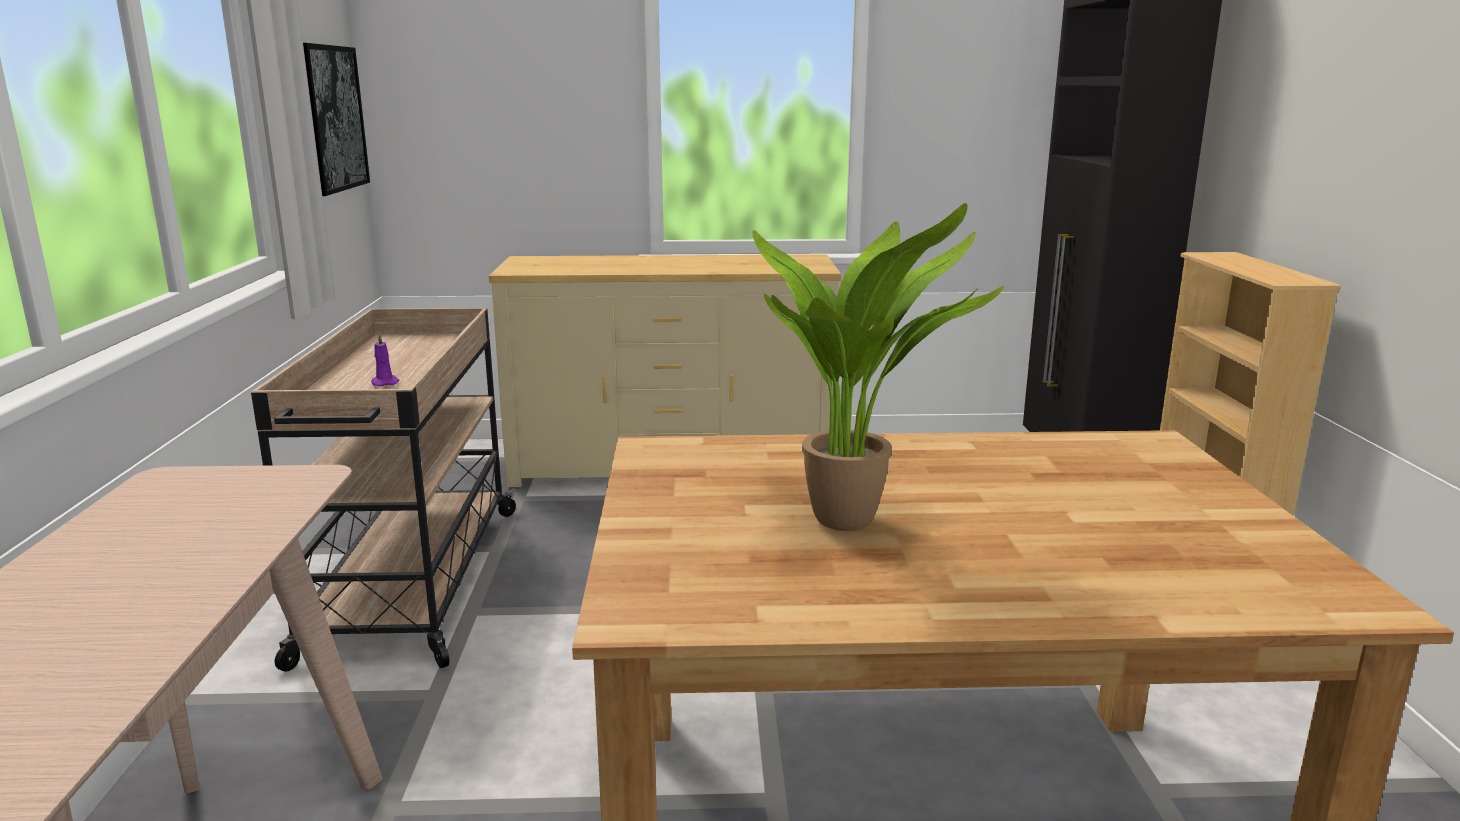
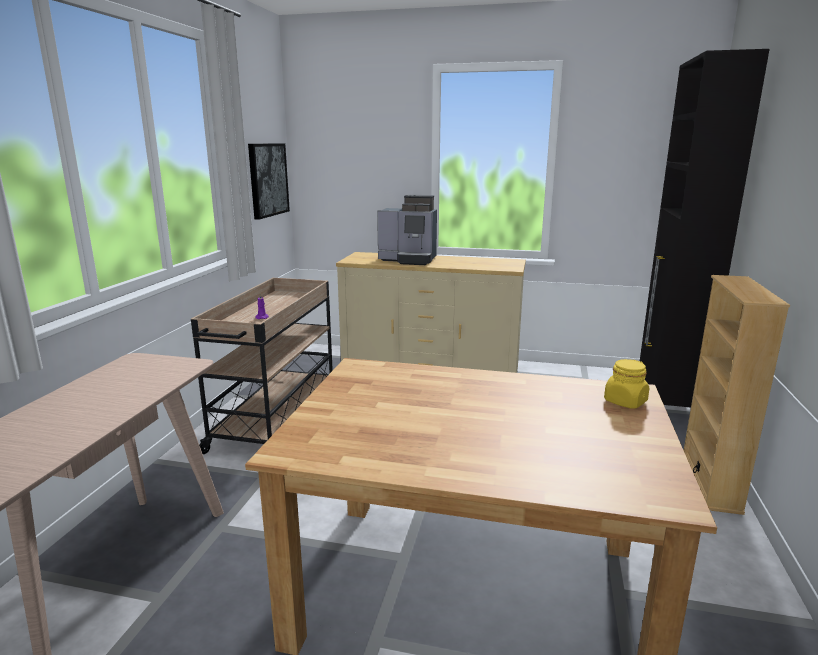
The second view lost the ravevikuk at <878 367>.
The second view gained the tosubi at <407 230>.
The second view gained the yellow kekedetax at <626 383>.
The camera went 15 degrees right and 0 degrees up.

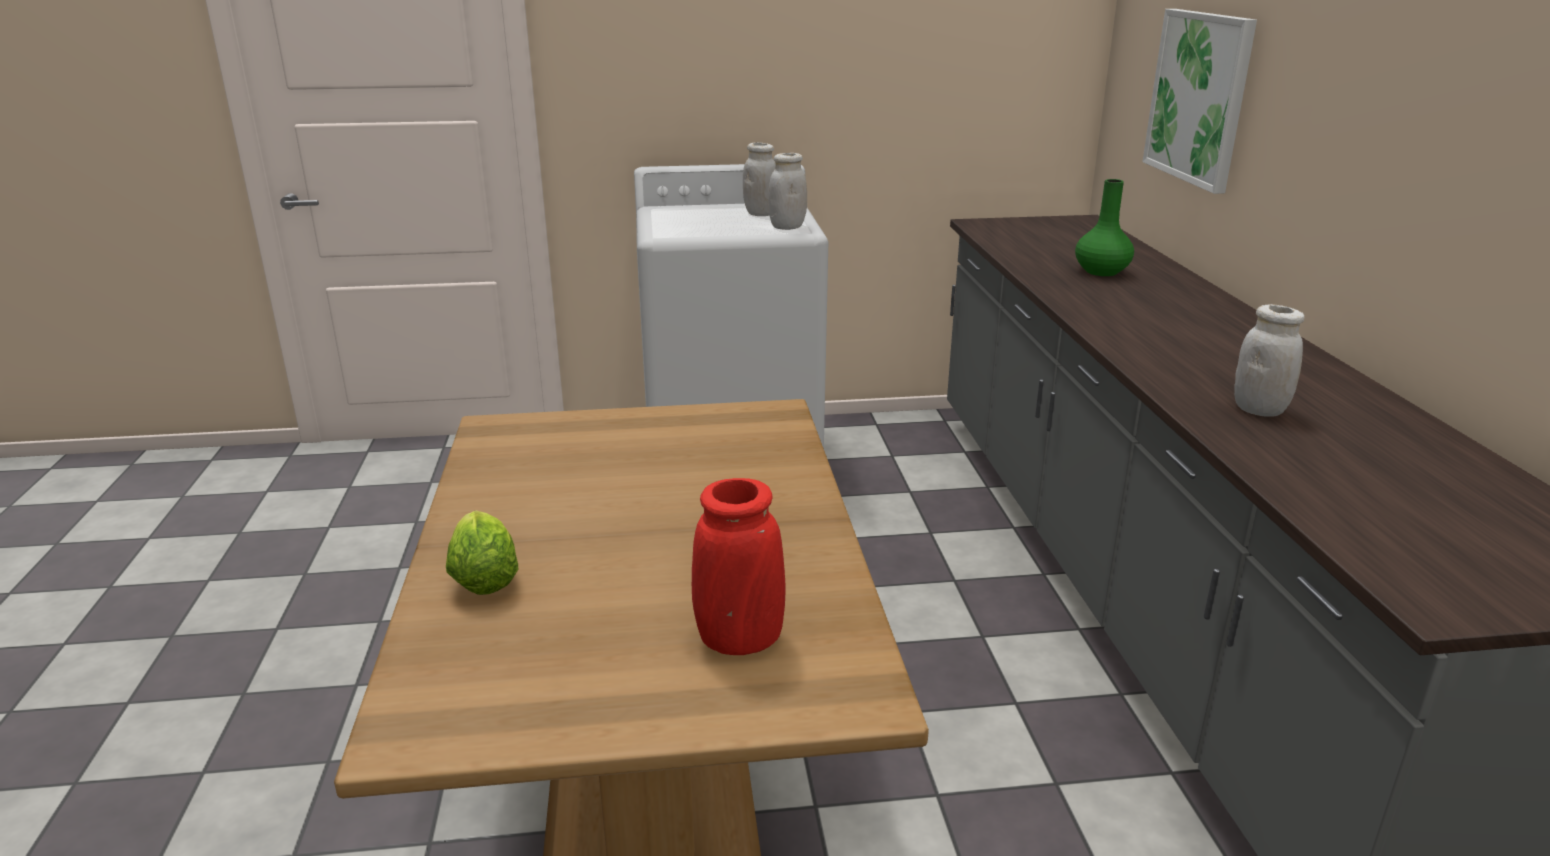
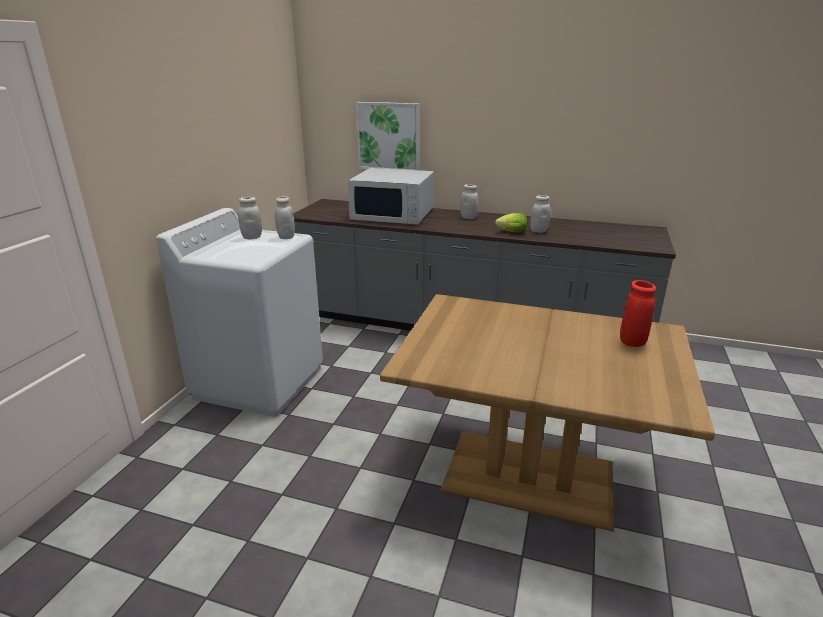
The second view gained the white kekedetax at <469 201>.
The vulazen ended up elsewhere, having gone from <482 552> to <511 223>.
Where the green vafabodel stood at <1104 227>, the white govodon came to stand at <391 196>.
The camera went 65 degrees left and 0 degrees up.

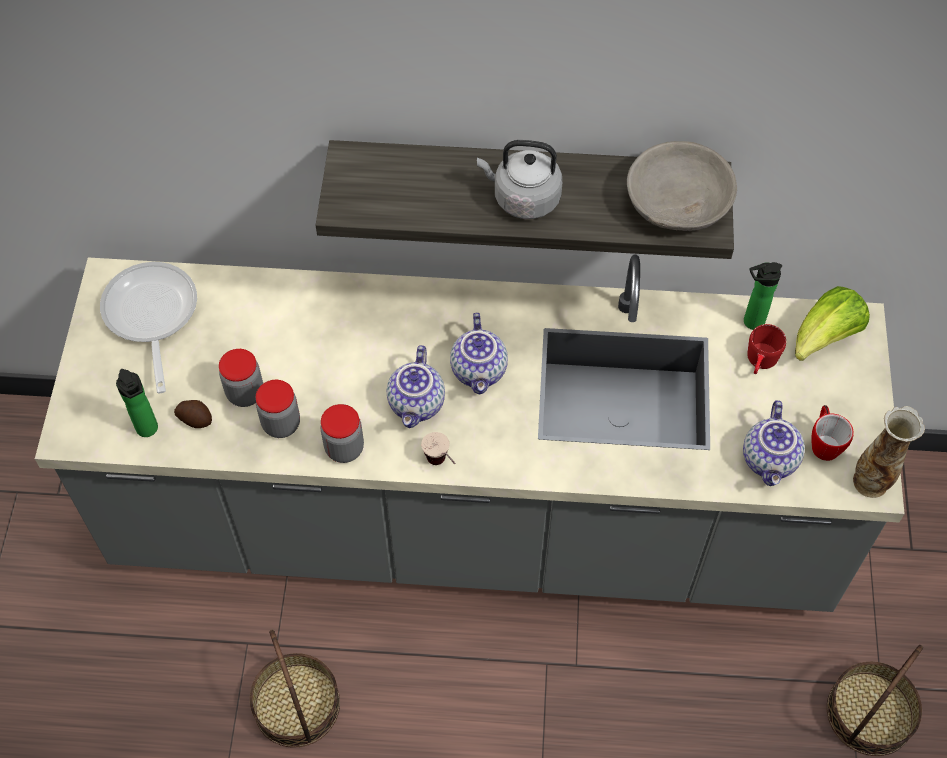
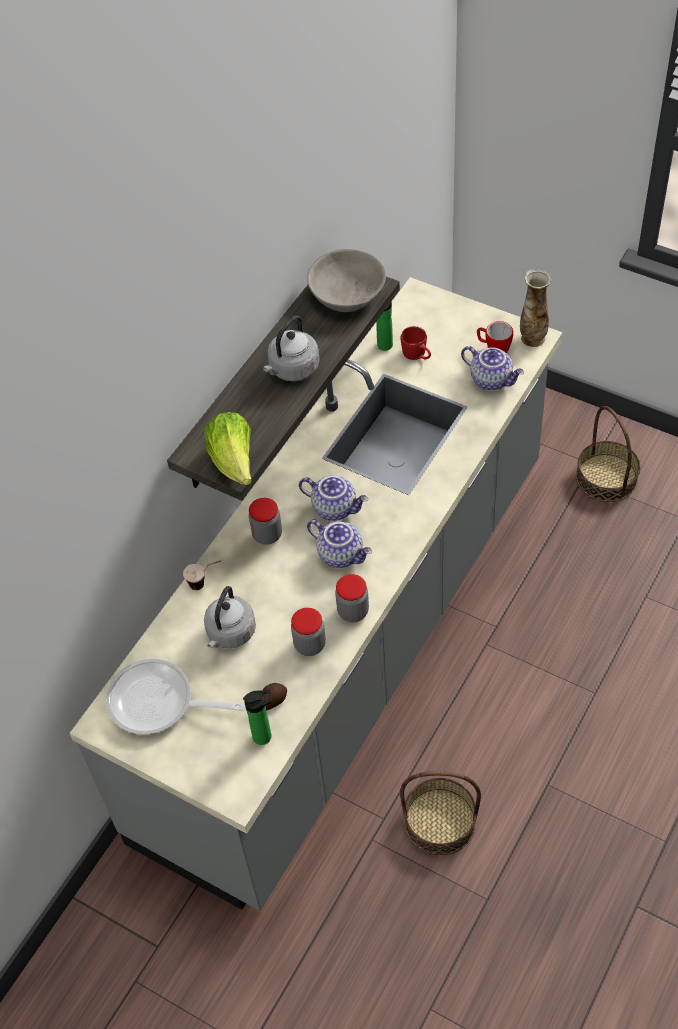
The second view gained the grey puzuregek at <230 617>.
The kekedetax ended up elsewhere, having gone from <241 378> to <265 521>.
The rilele ended up elsewhere, having gone from <438 448> to <202 575>.
The vulazen ended up elsewhere, having gone from <832 323> to <228 448>.
The camera went 60 degrees left and 5 degrees down.

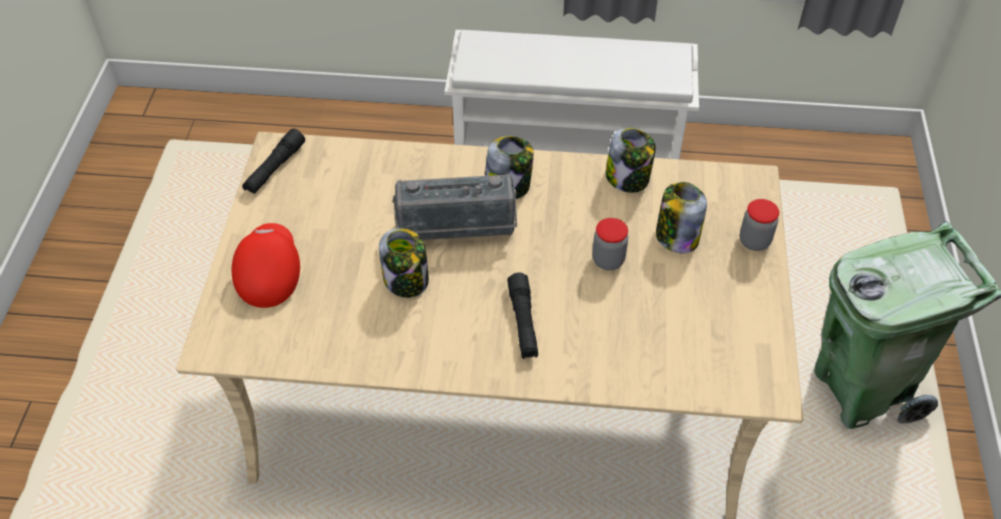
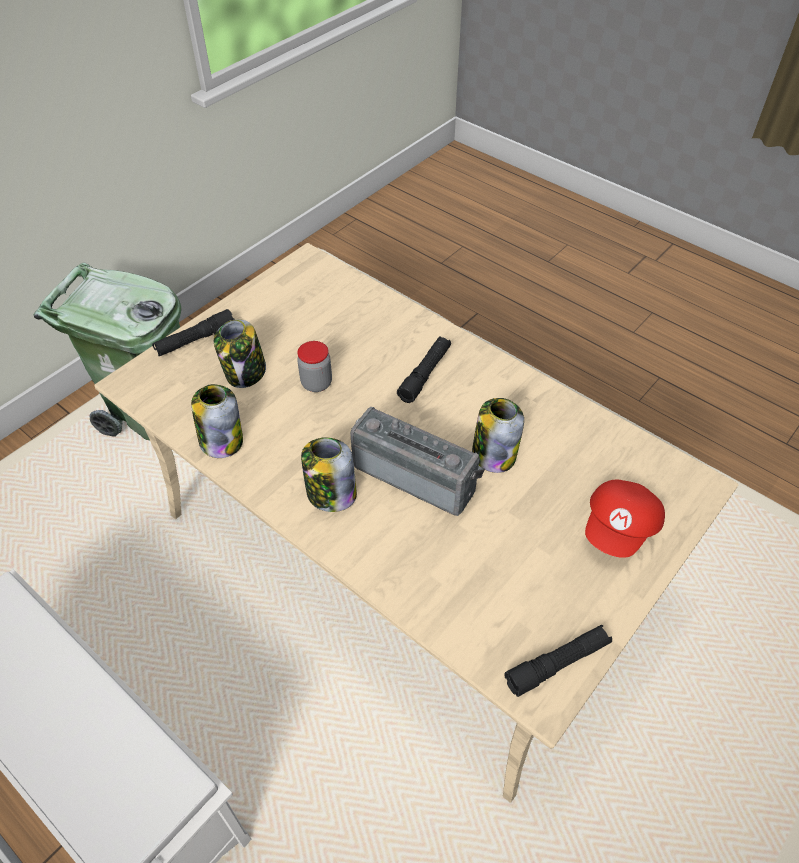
Where the kekedetax stood at <759 225>, the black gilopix came to stand at <193 332>.
The camera went 145 degrees left and 0 degrees up.

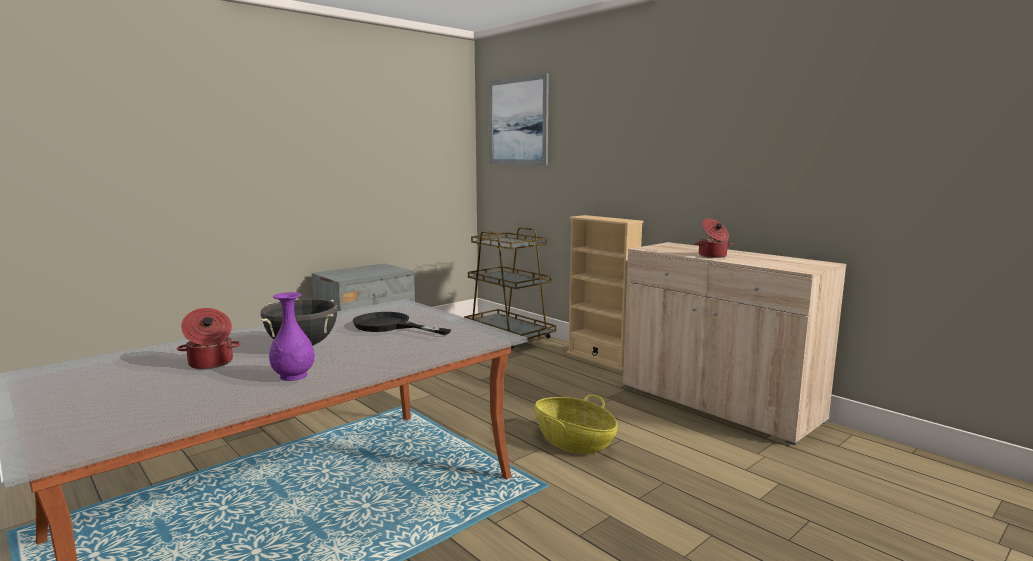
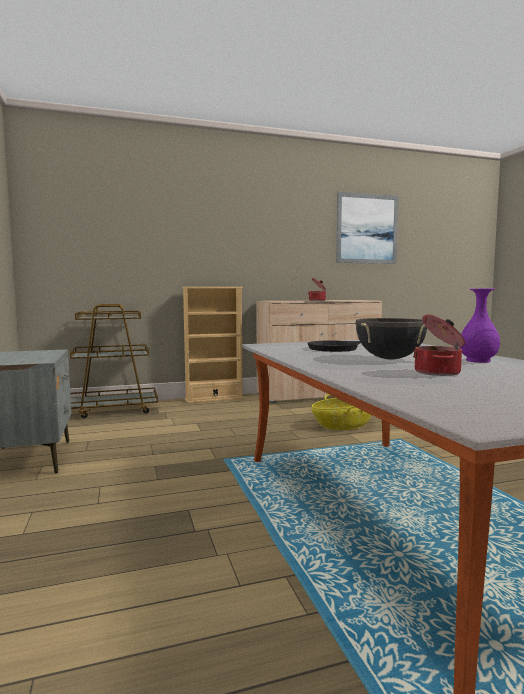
The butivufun ended up elsewhere, having gone from <519 119> to <367 228>.
The camera went 65 degrees left and 5 degrees down.

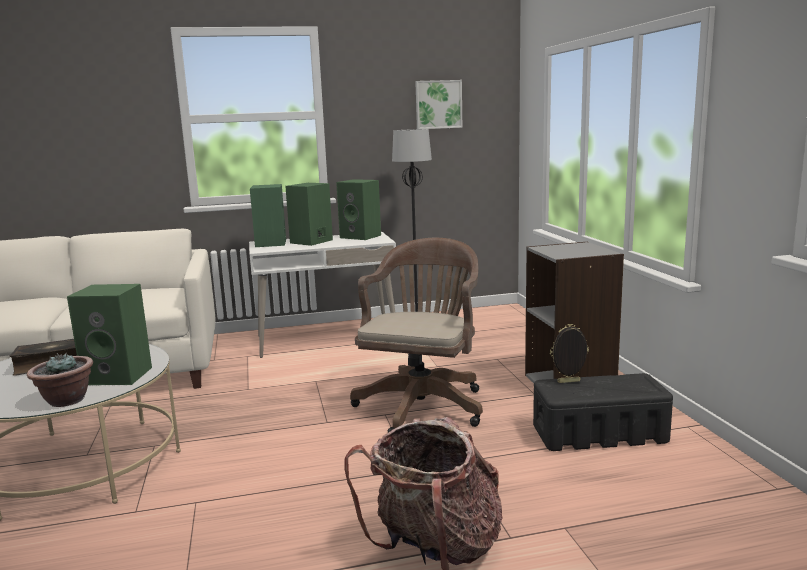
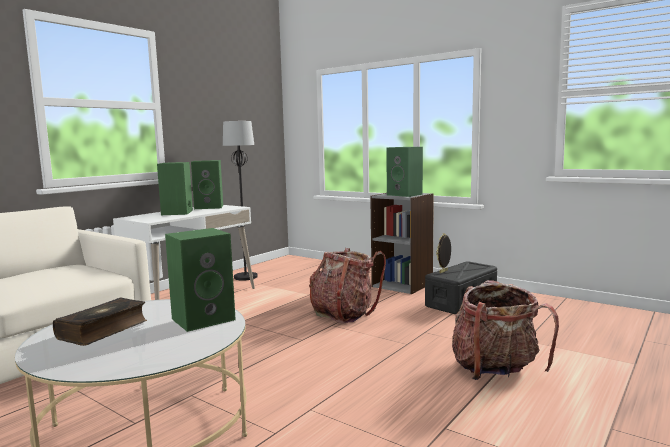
The second view lost the ravevikuk at <60 380>.
The second view lost the butivufun at <438 104>.
The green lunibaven ended up elsewhere, having gone from <268 215> to <404 172>.
Where the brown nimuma stood at <416 335>, the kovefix came to stand at <347 286>.
The camera went 40 degrees left and 5 degrees down.

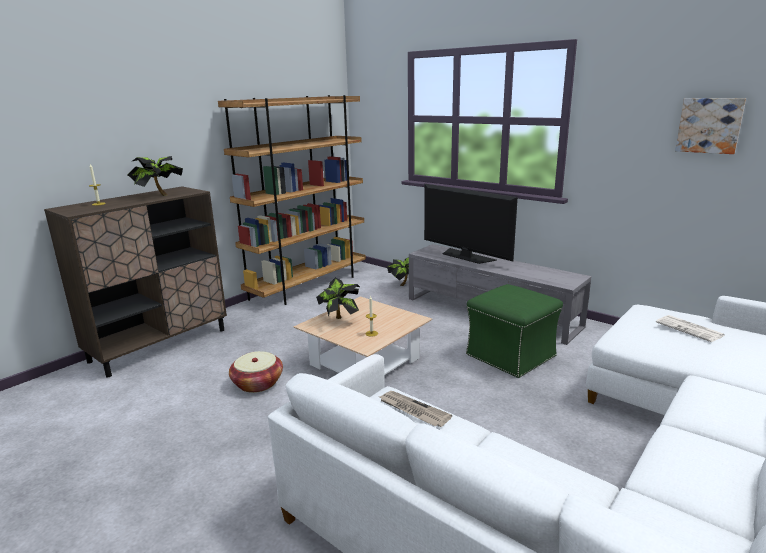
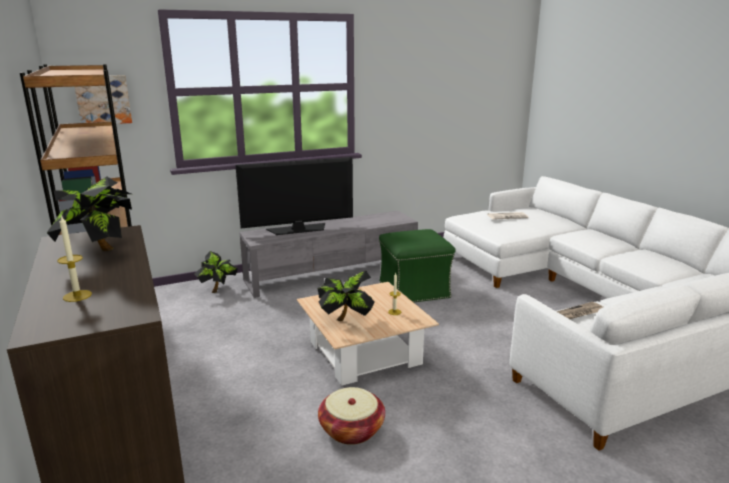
The butivufun ended up elsewhere, having gone from <710 126> to <103 99>.
The camera went 65 degrees left and 0 degrees up.

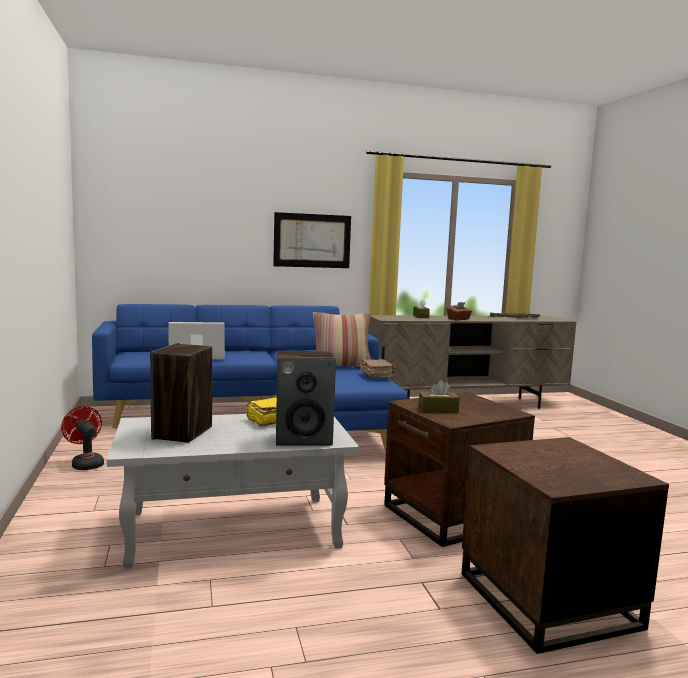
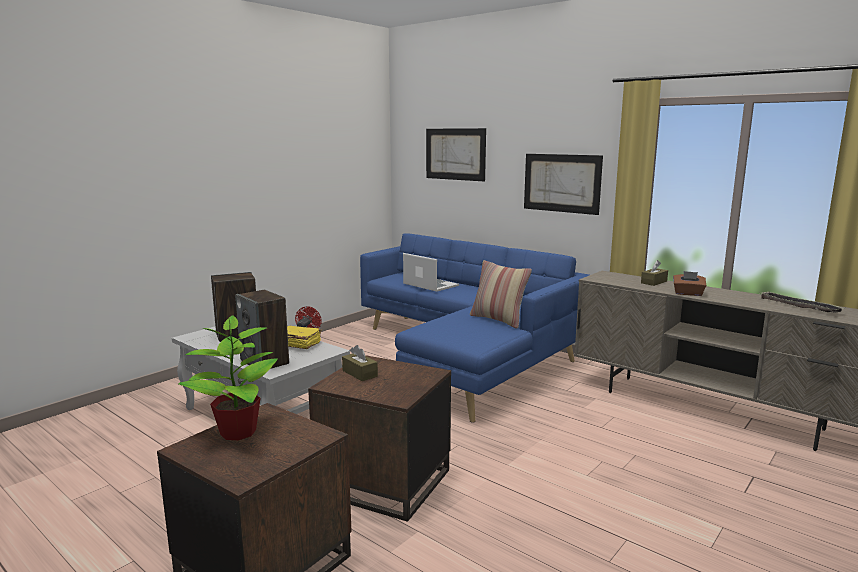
The second view lost the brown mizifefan at <378 368>.
The second view gained the ravevikuk at <228 377>.
The second view gained the butivufun at <456 154>.
The camera went 55 degrees right and 5 degrees up.

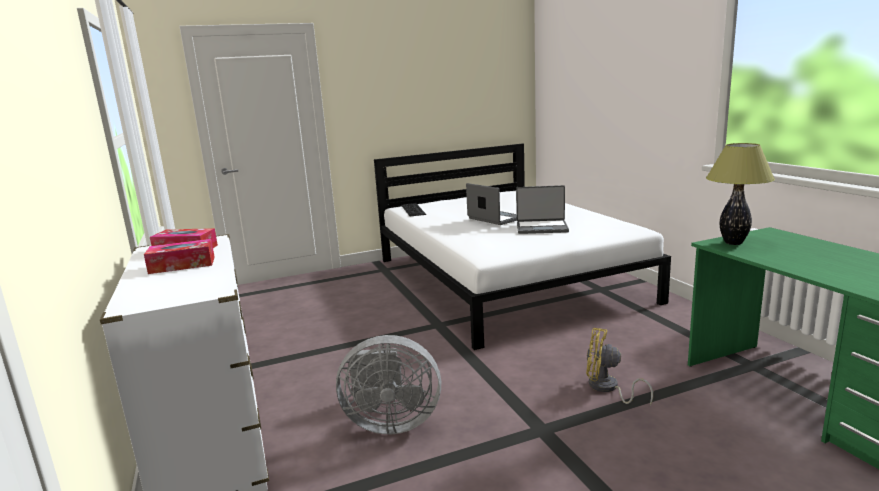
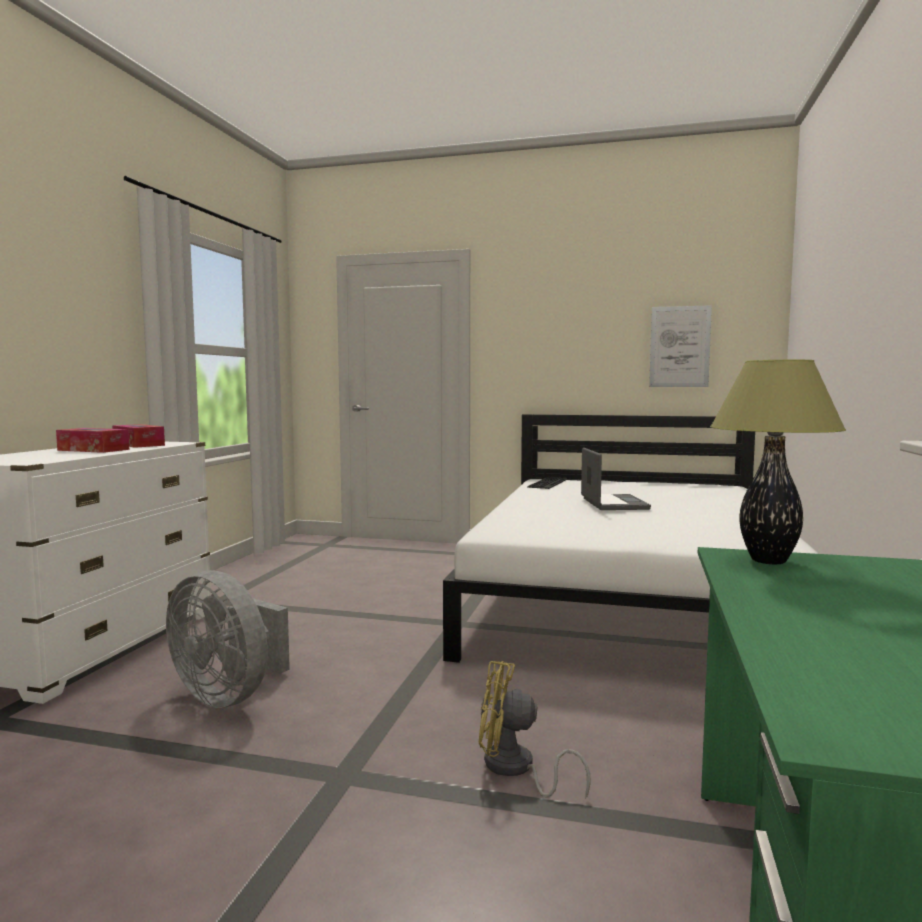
The second view lost the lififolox at <542 209>.
The second view gained the butivufun at <680 346>.
The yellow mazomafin at <619 366> ended up facing another way, 45 degrees counterclockwise from before.
The camera went 35 degrees right and 10 degrees down.

